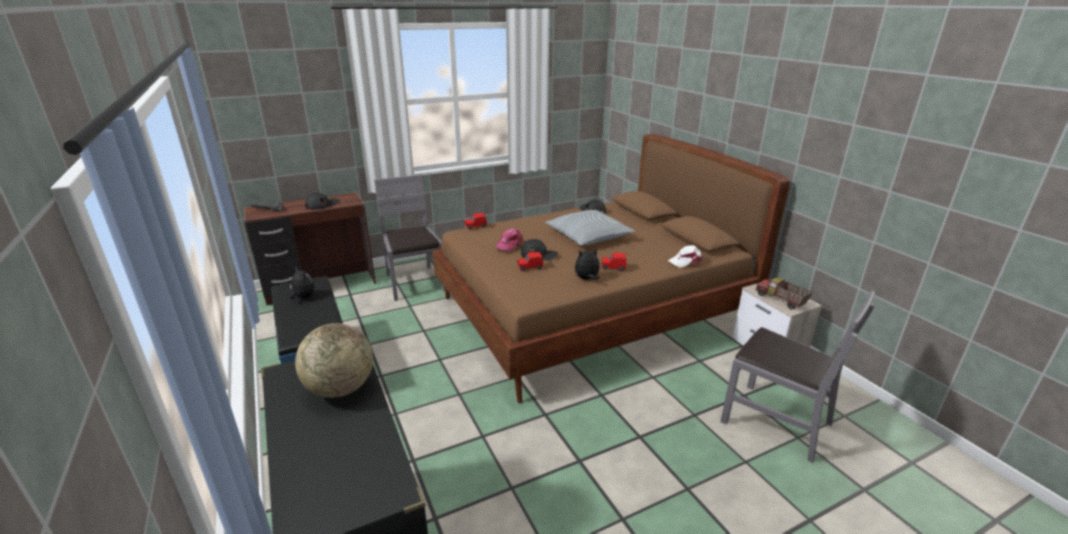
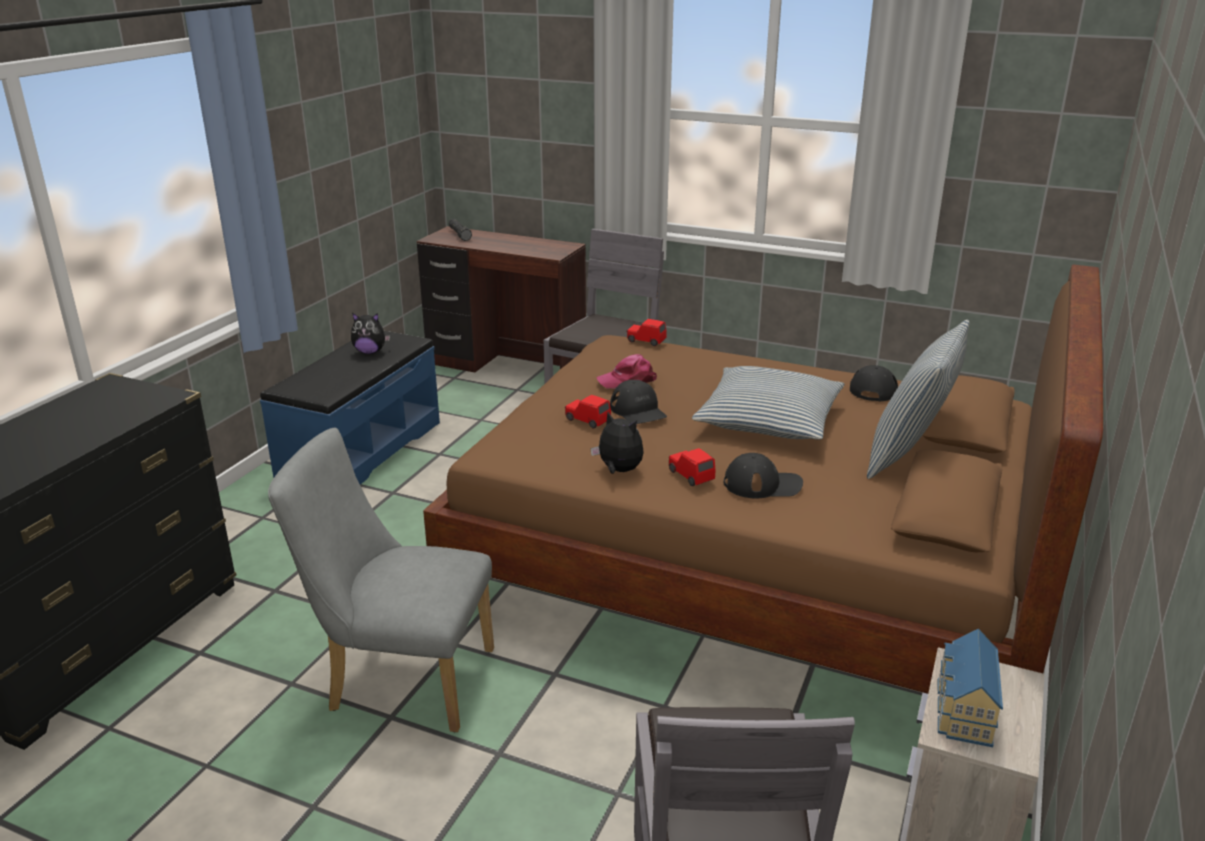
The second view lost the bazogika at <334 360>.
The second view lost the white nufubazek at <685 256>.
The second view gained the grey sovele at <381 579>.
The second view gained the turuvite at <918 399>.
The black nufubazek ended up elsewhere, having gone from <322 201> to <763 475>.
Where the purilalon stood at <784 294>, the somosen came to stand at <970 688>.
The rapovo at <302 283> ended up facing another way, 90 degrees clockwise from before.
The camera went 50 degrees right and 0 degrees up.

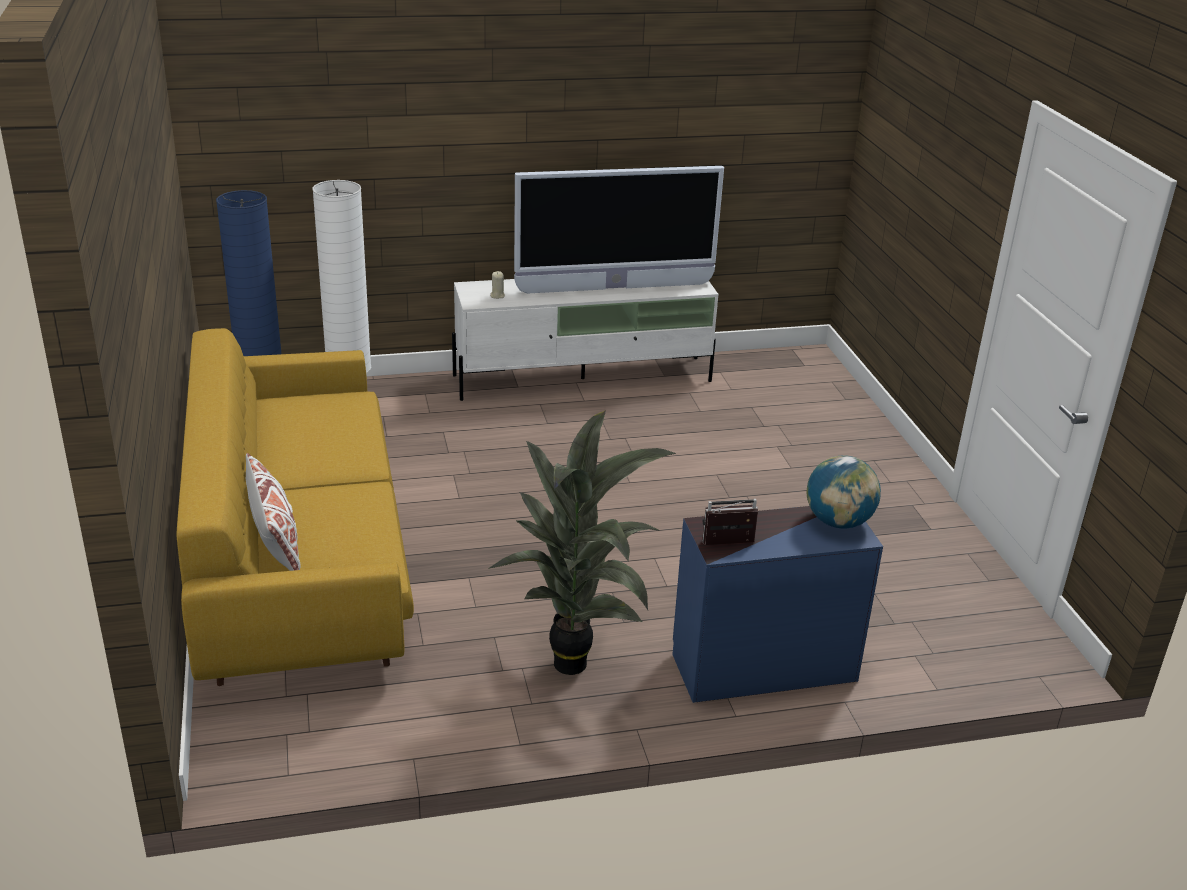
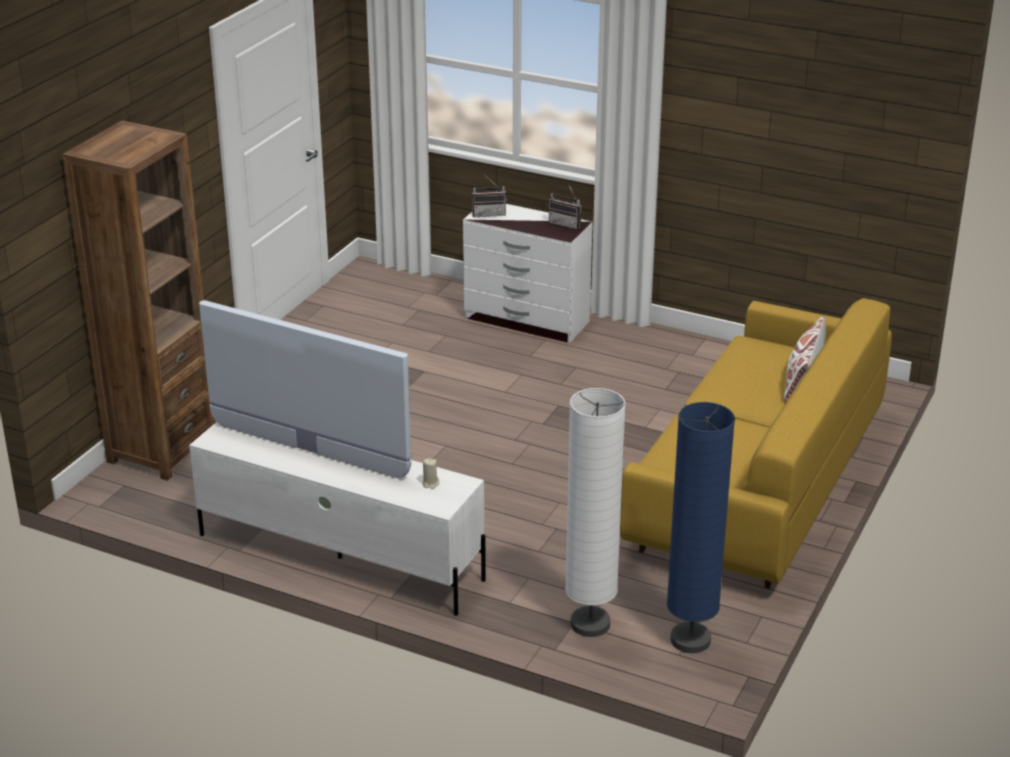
The second view lost the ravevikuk at <582 542>.
The second view gained the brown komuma at <139 300>.
Where the bazogika stood at <844 491>, the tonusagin came to stand at <489 196>.
What was the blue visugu at <777 604> turned into the white visugu at <528 273>.
The camera went 140 degrees left and 0 degrees up.

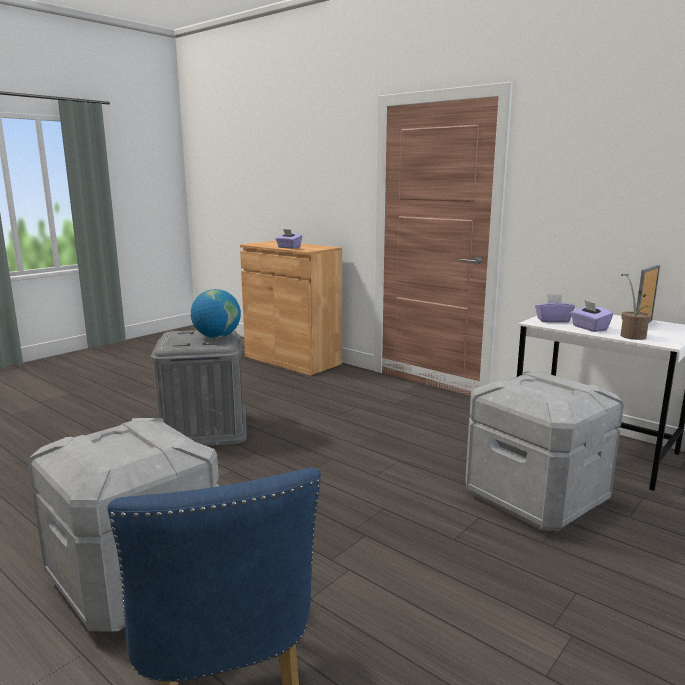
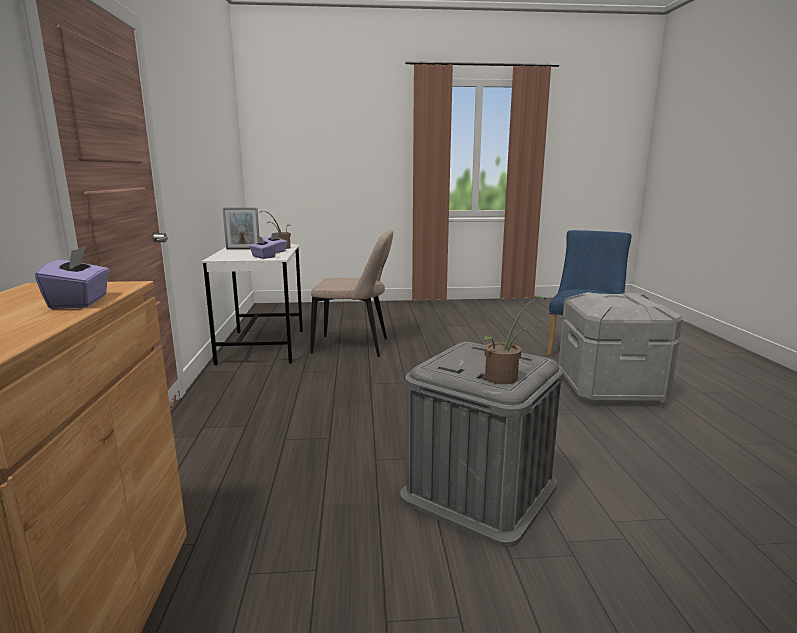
The second view lost the bazogika at <216 313>.
The second view gained the ravevikuk at <515 340>.
Where the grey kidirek stood at <544 451>, the beige sovele came to stand at <351 293>.
The camera went 135 degrees left and 0 degrees up.

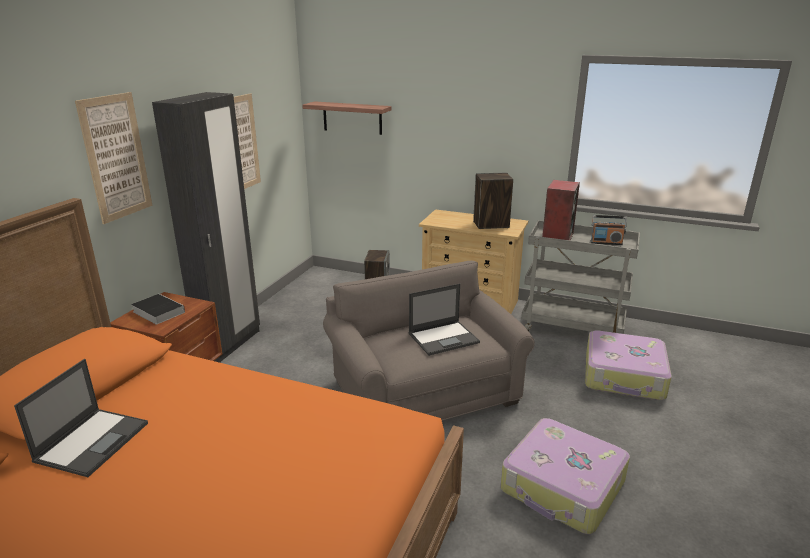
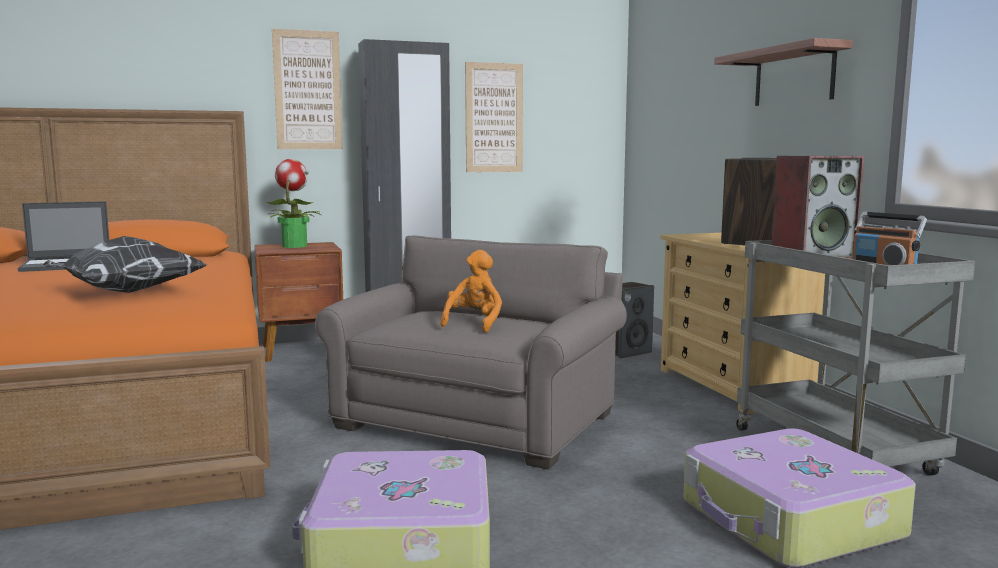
The second view gained the turuvite at <124 264>.
The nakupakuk ended up elsewhere, having gone from <347 118> to <783 72>.
Where the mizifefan stood at <158 309>, the ravevikuk came to stand at <293 203>.
Where the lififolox stood at <444 320>, the orange rapovo came to stand at <471 291>.
The camera went 50 degrees right and 15 degrees down.

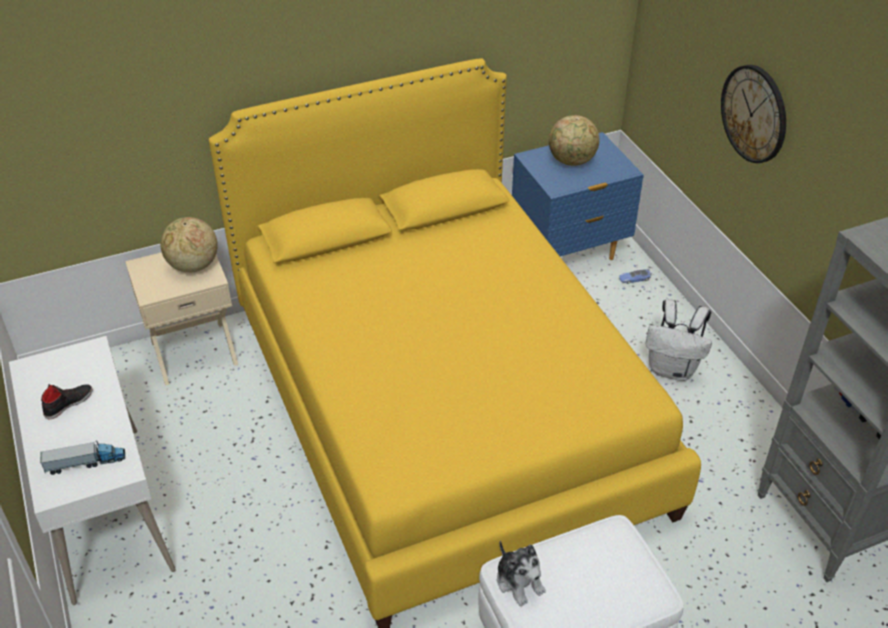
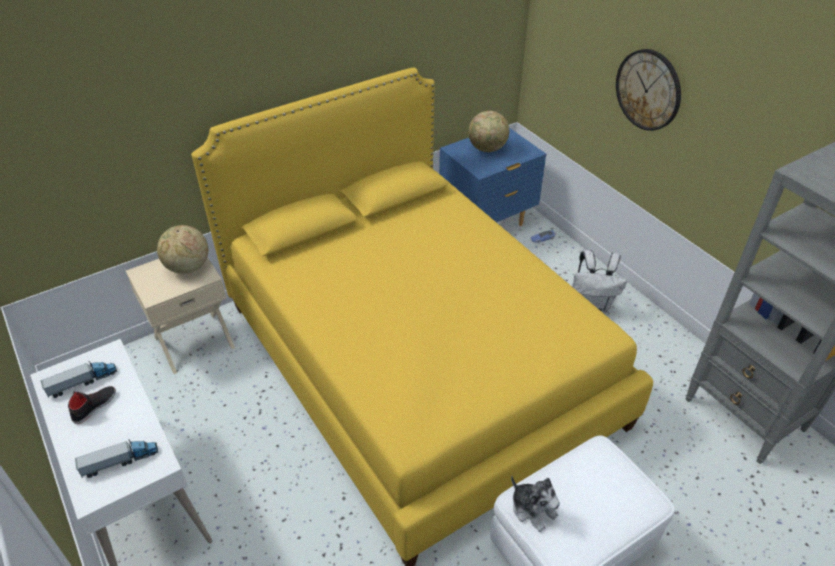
The second view gained the purilalon at <79 379>.
The camera went 10 degrees left and 0 degrees up.

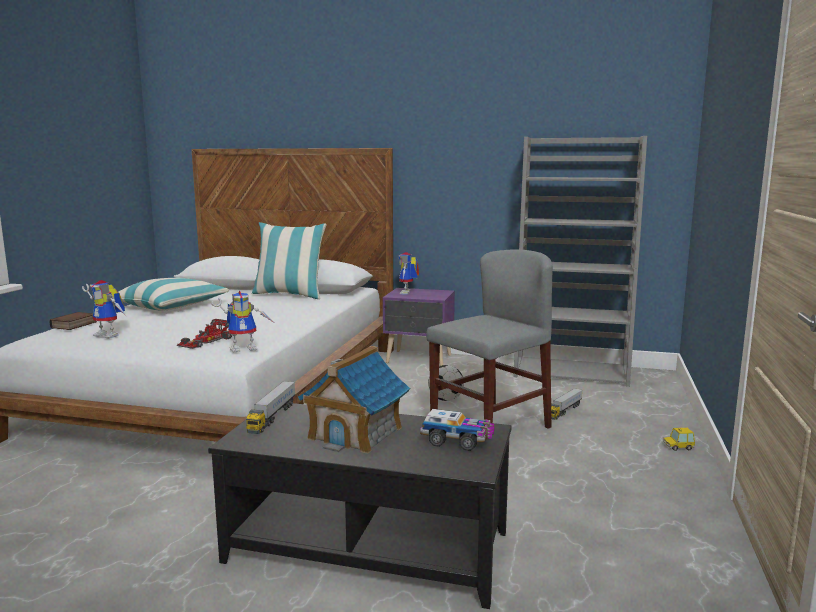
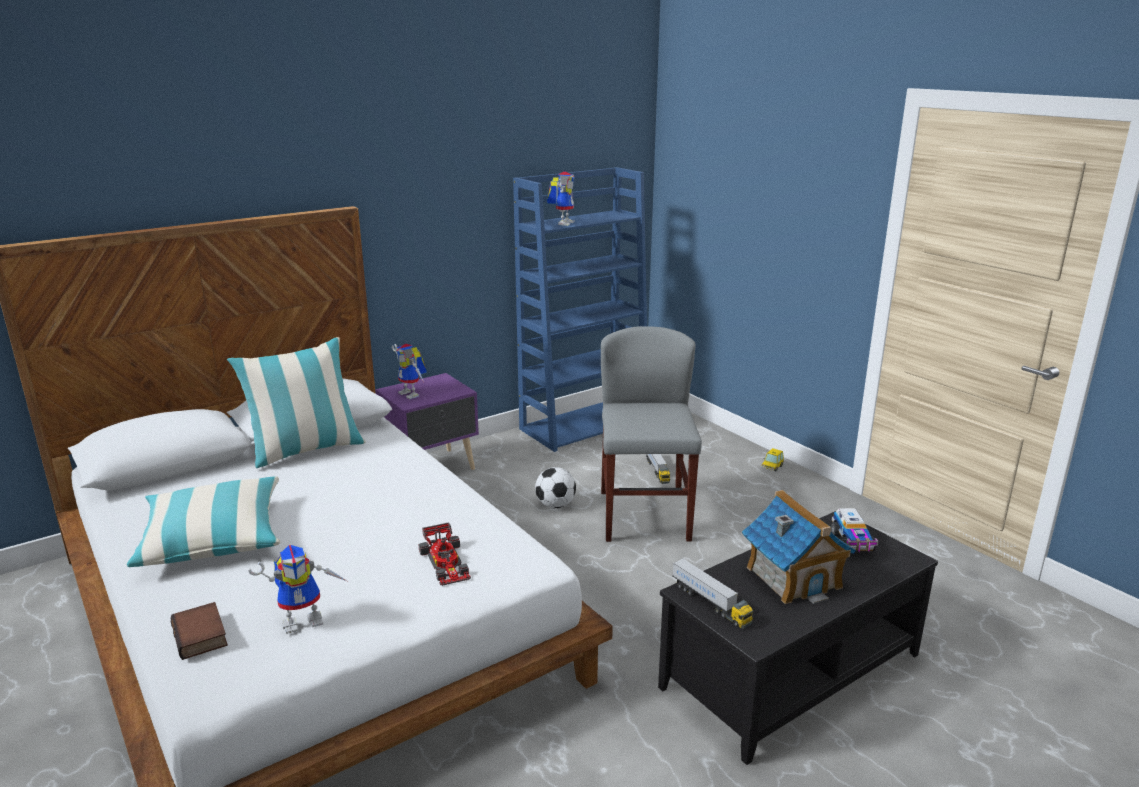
The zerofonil ended up elsewhere, having gone from <242 321> to <561 198>.
What was the grey komuma at <580 261> turned into the blue komuma at <580 309>.
The purilalon at <457 430> ended up facing another way, 120 degrees clockwise from before.
The camera went 50 degrees left and 10 degrees up.

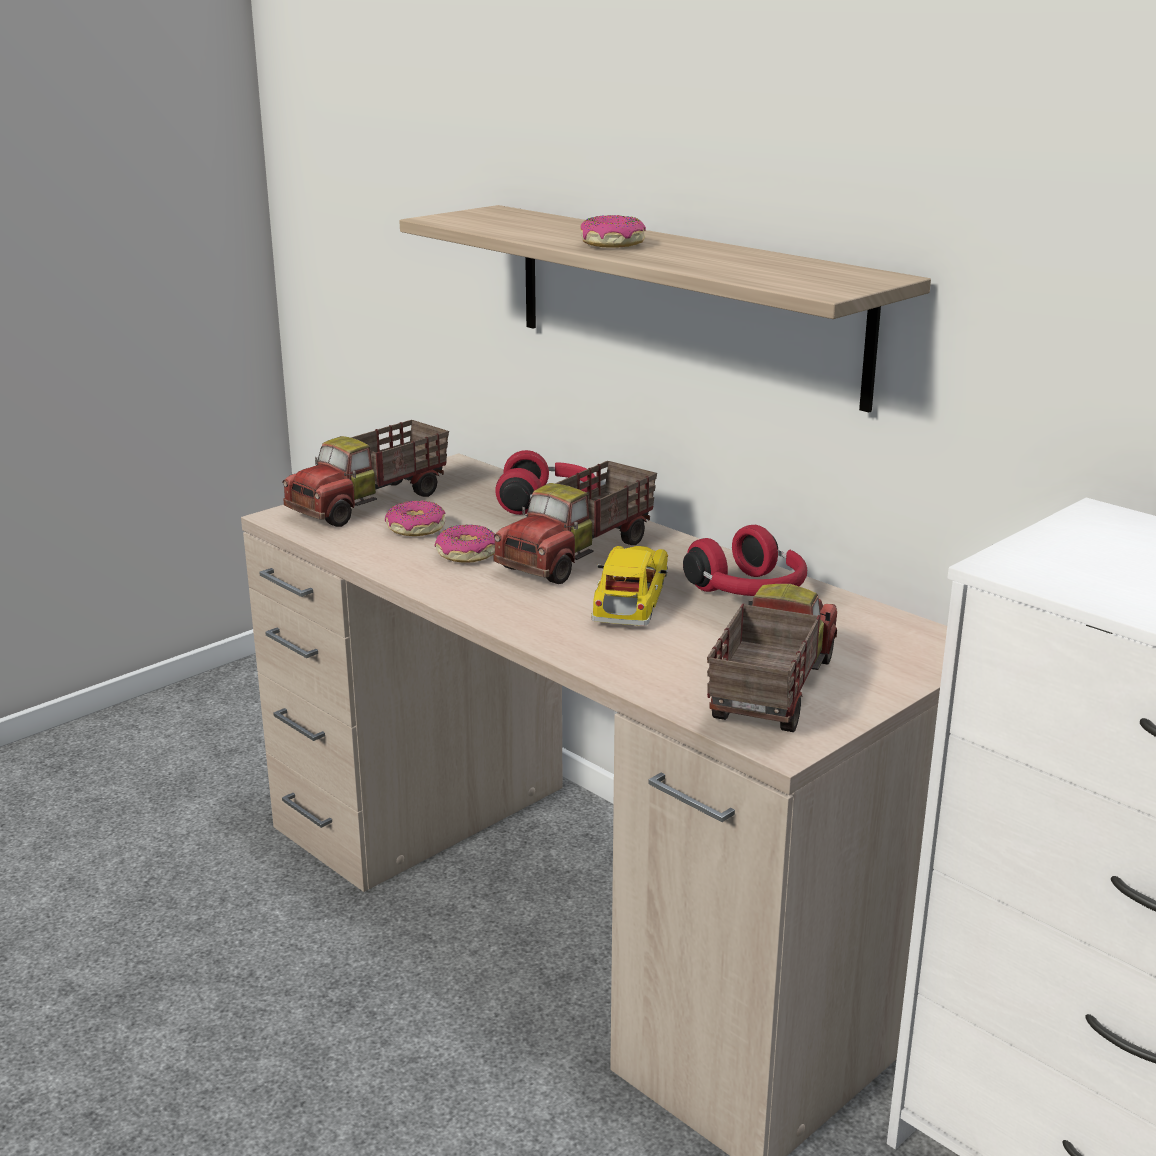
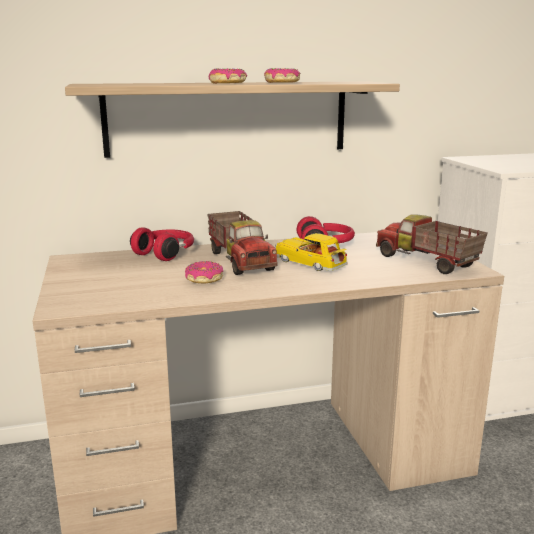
The second view lost the purilalon at <365 473>.
The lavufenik ended up elsewhere, having gone from <415 518> to <282 75>.
The camera went 60 degrees left and 5 degrees down.

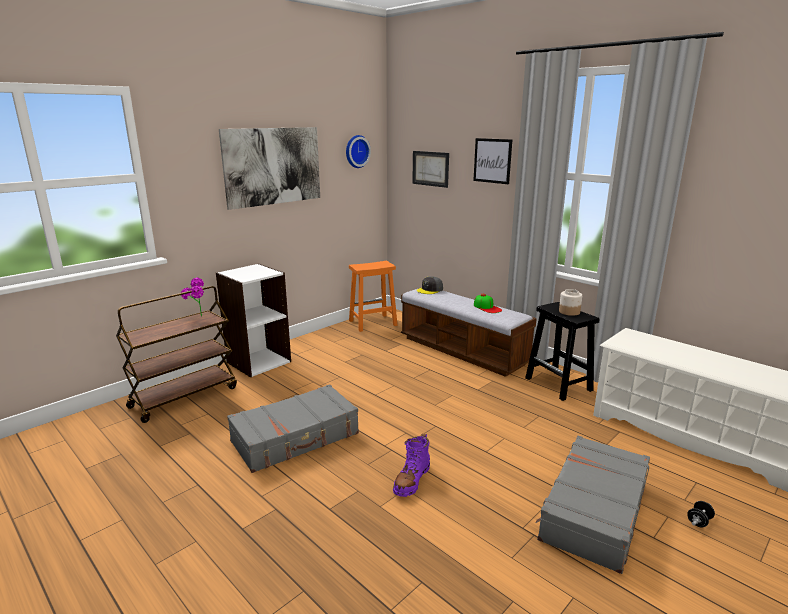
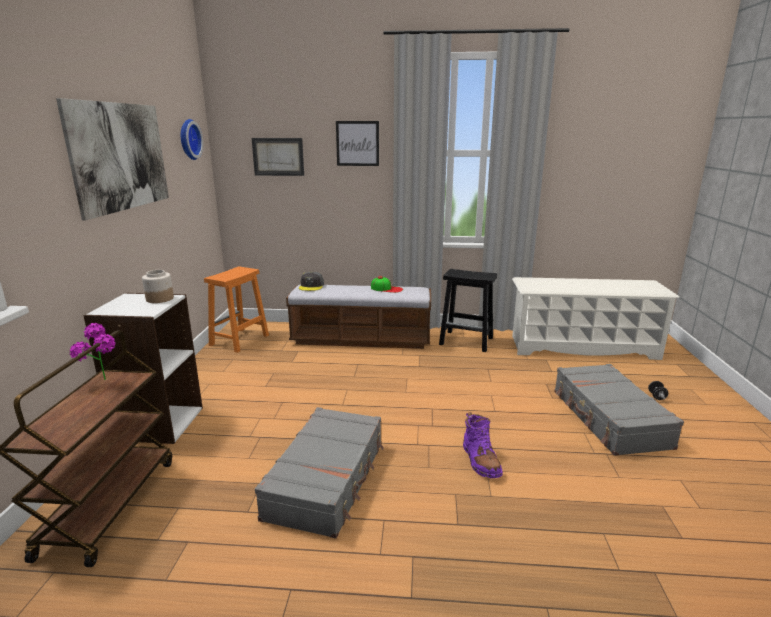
The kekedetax ended up elsewhere, having gone from <570 302> to <158 286>.
The camera went 40 degrees left and 0 degrees up.

